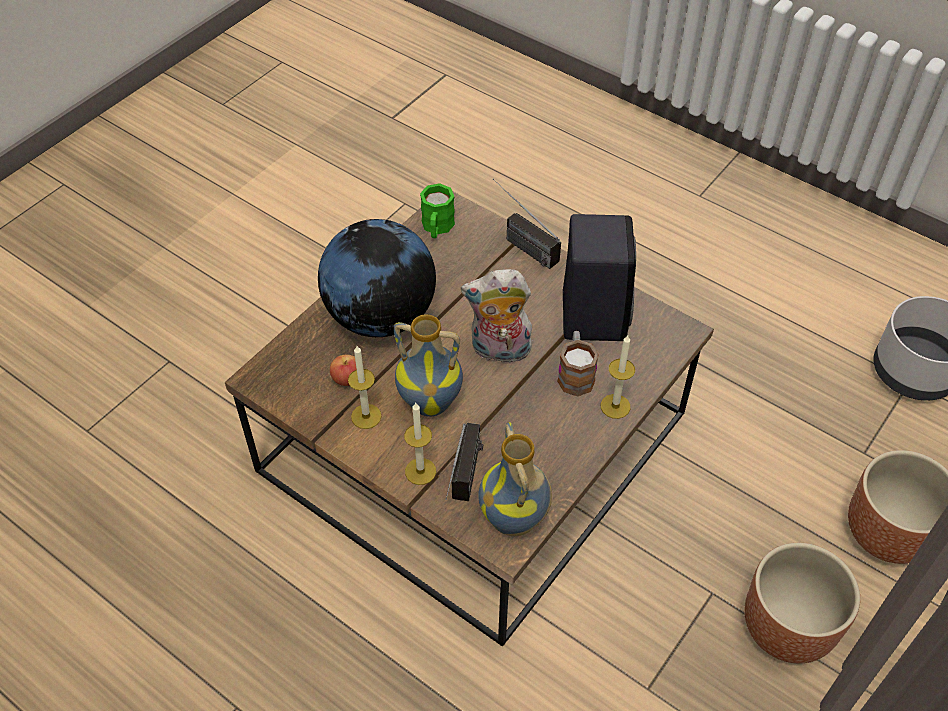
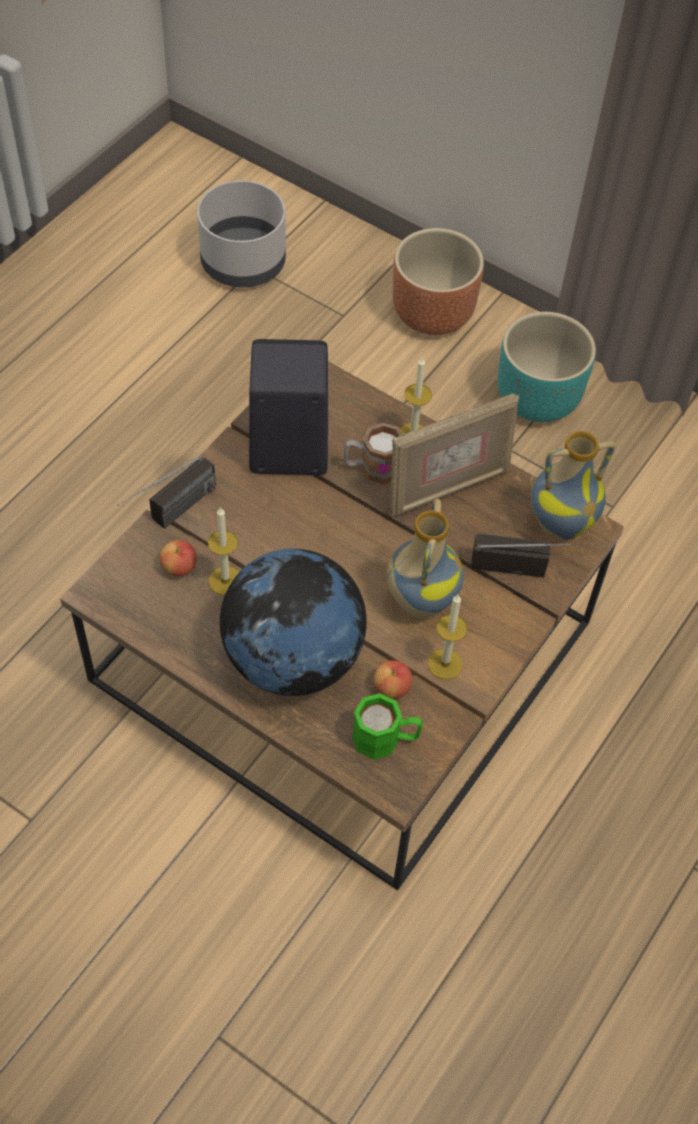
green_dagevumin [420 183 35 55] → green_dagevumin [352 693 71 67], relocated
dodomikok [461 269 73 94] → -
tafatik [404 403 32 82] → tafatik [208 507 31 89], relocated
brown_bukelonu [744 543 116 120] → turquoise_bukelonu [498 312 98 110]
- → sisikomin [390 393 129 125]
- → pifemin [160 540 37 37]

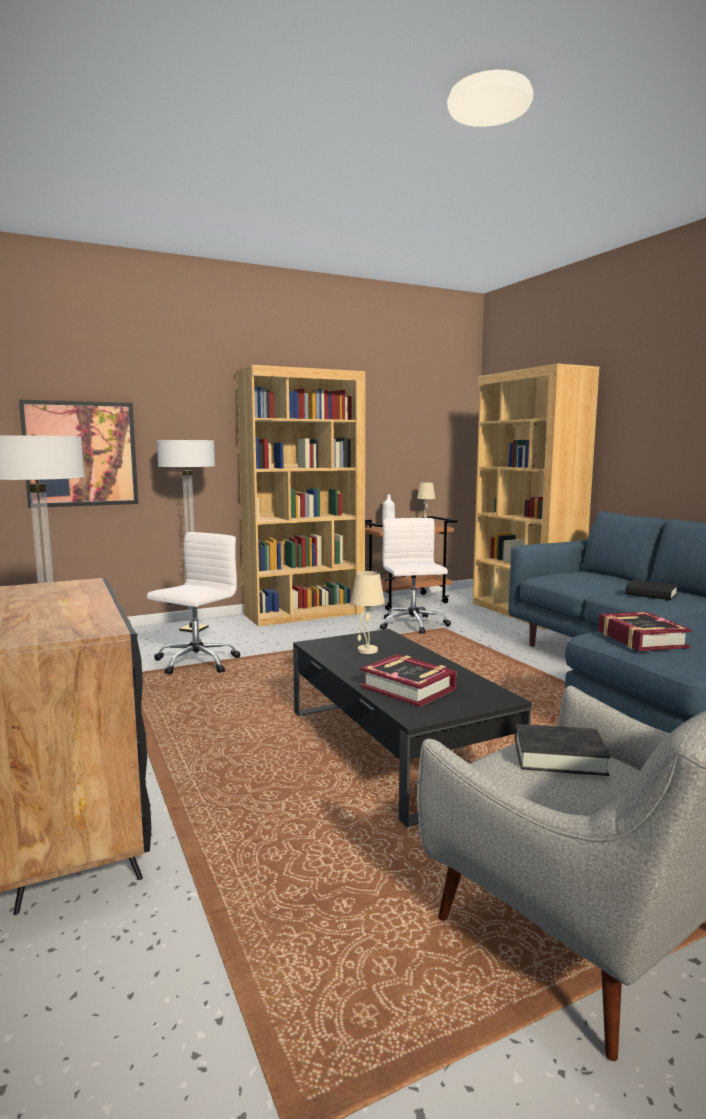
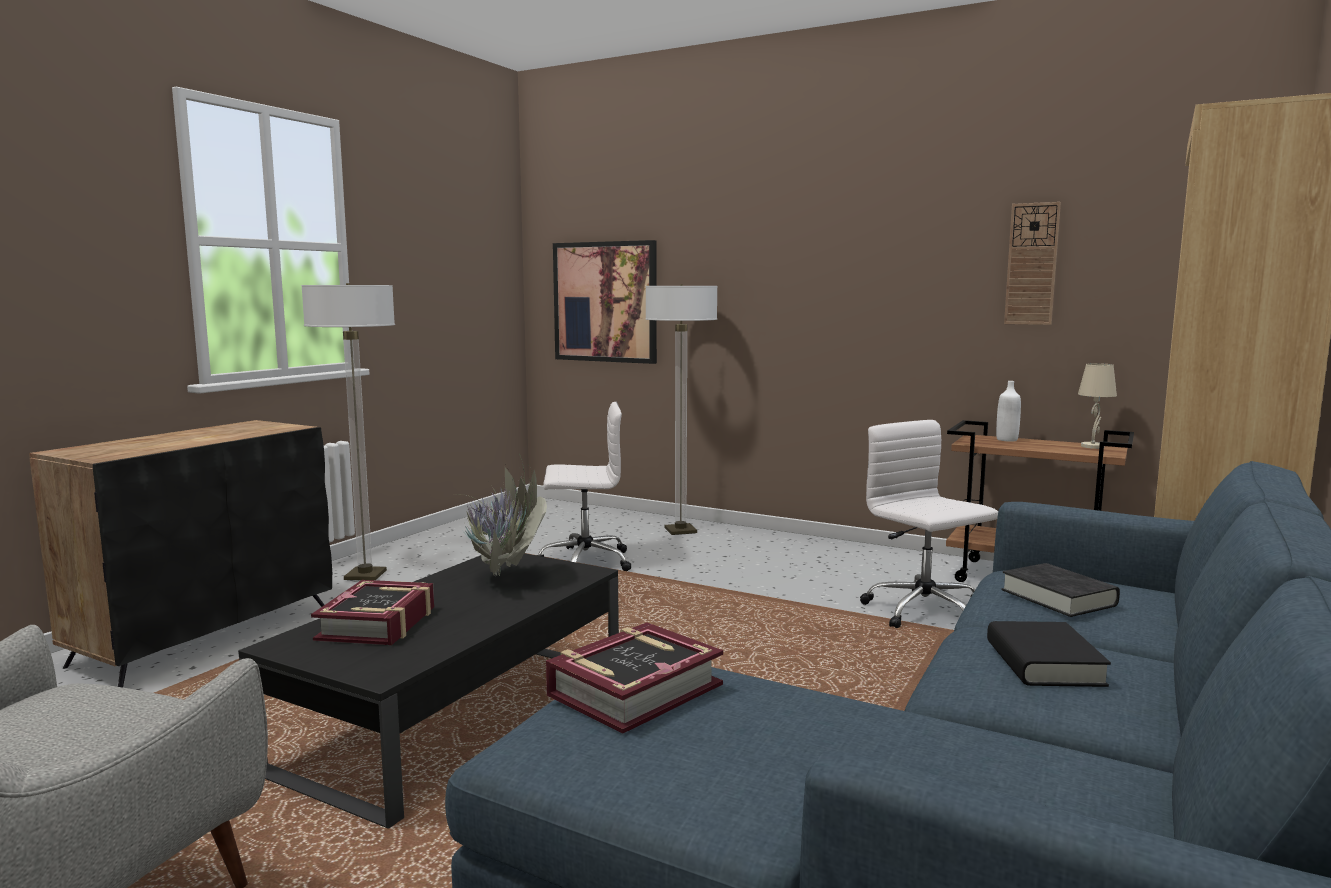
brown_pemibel [236 365 130 261] → -
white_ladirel [380 518 71 116] → white_ladirel [860 420 138 208], 75 degrees counterclockwise
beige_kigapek [351 571 34 83] → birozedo [422 454 125 129]
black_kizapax [515 724 96 52] → black_kizapax [1001 563 119 54], relocated
- → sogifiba [1004 202 57 123]

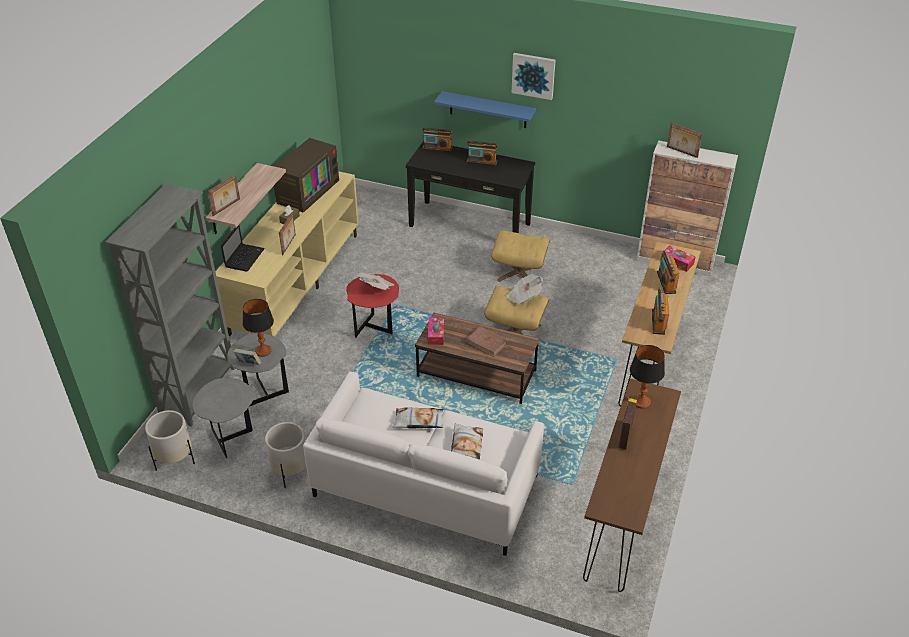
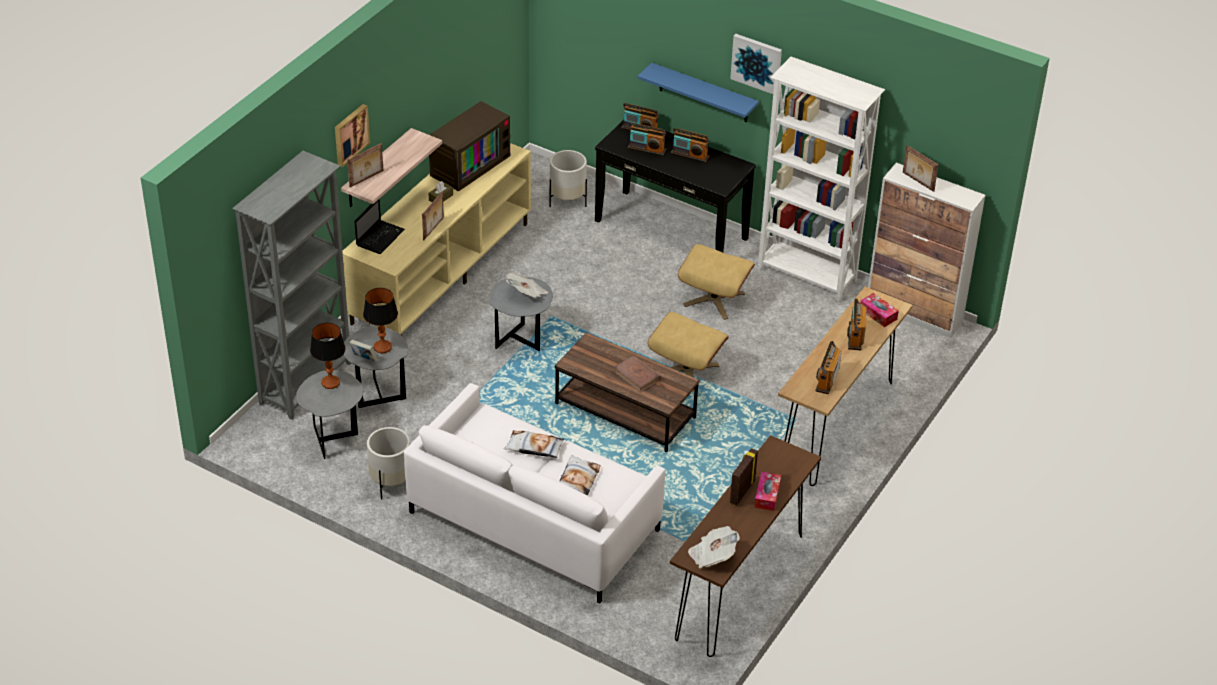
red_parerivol [346 274 53 64] → grey_parerivol [490 277 63 74]
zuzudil [506 274 37 31] → zuzudil [688 526 52 42], relocated
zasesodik [428 317 16 28] → zasesodik [754 472 27 39], relocated
kigapek [630 345 35 64] → kigapek [310 323 35 66], relocated
white_bukelonu [145 410 50 61] → white_bukelonu [549 150 38 57], relocated
- → white_pemibel [758 57 127 245]
- → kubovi [335 104 35 63]
- → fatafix [628 123 38 33]

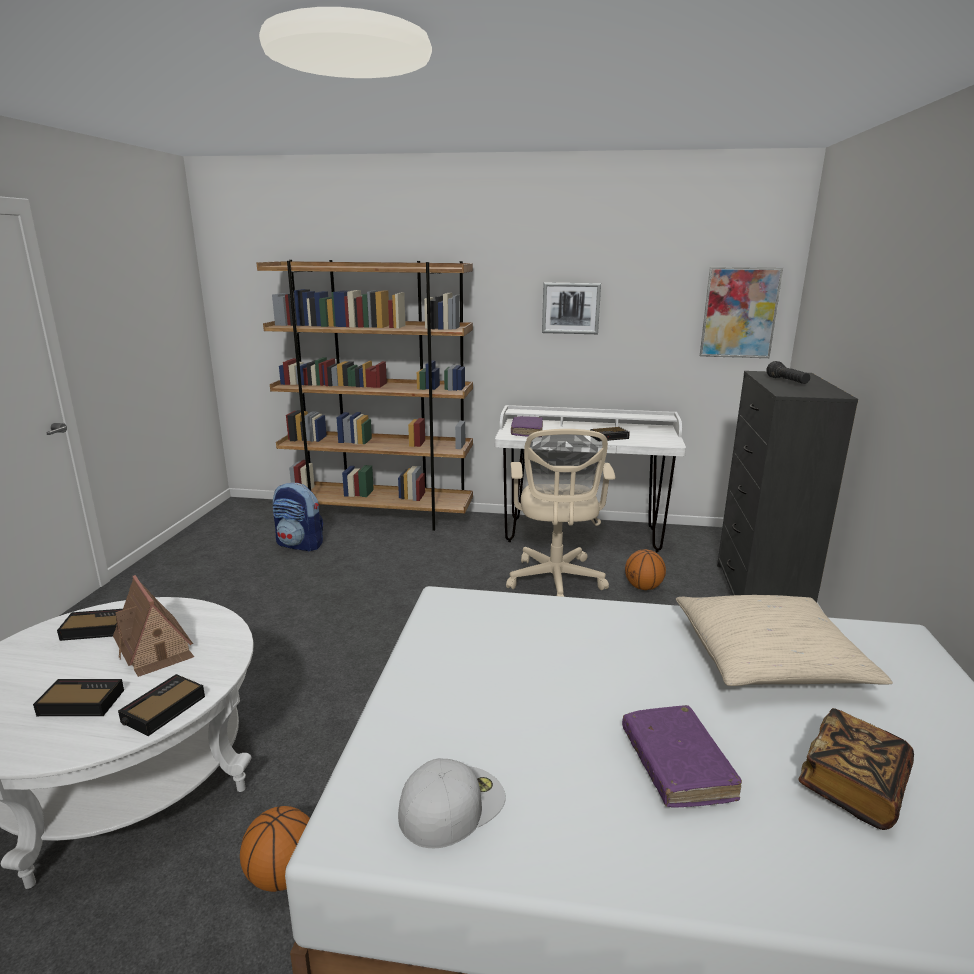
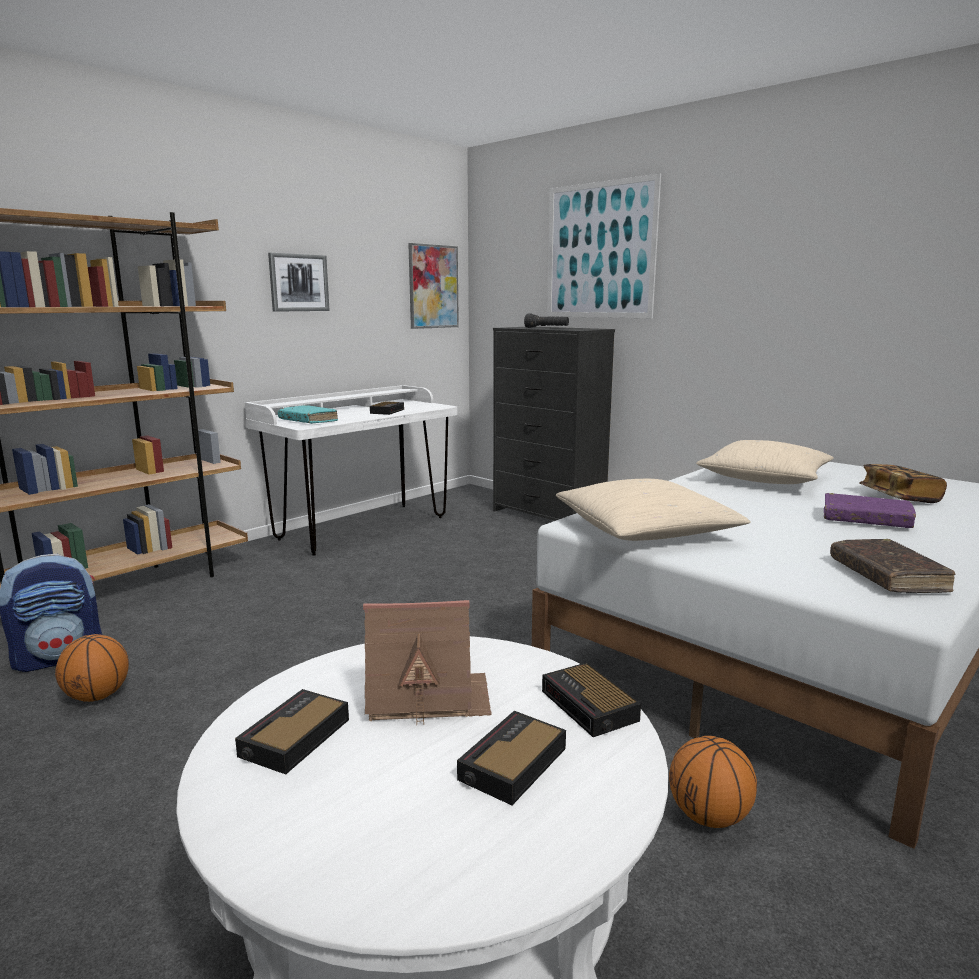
purple_kizapax [511 416 32 21] → turquoise_kizapax [278 405 60 19]
beige_ladirel [506 429 109 168] → -
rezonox [625 549 41 41] → rezonox [55 634 74 68], relocated
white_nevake [398 758 108 90] → brown_kizapax [830 539 126 54]
- → kubovi [547 174 114 144]
- → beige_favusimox [556 479 195 62]

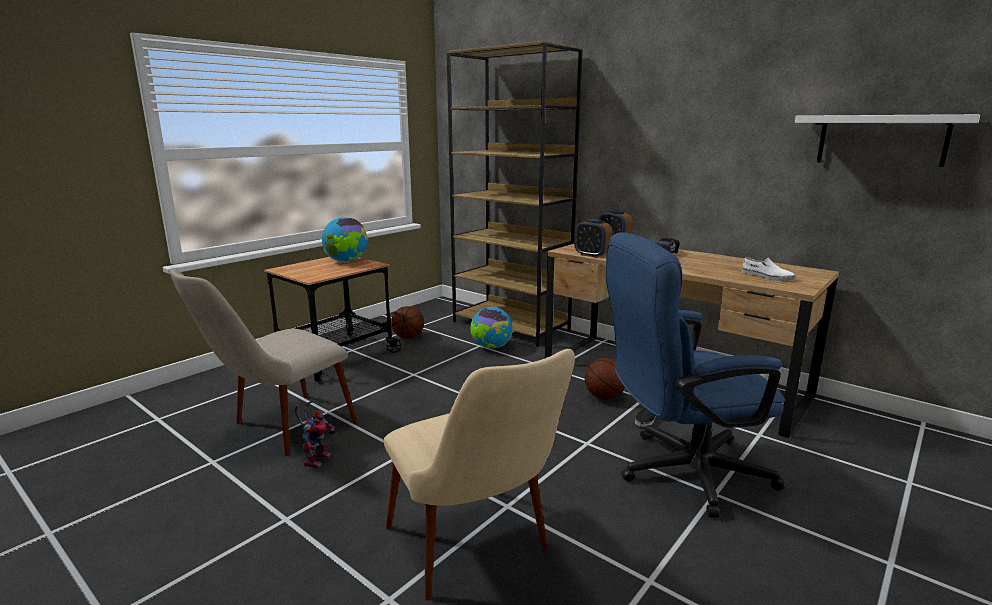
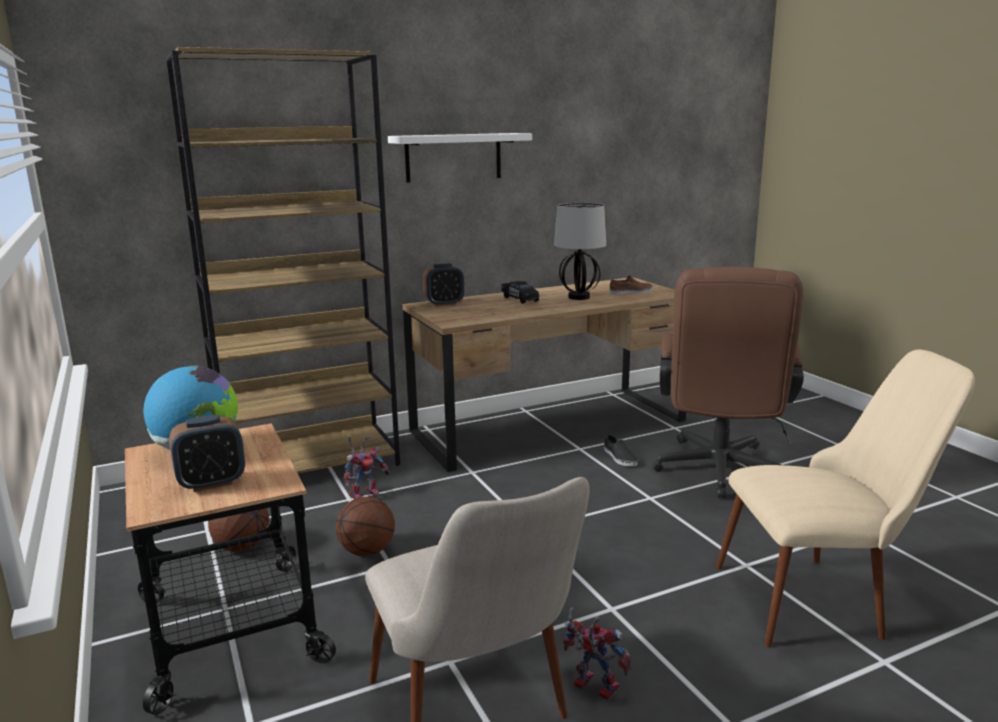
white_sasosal [795 114 185 53] → white_sasosal [388 133 144 50], relocated
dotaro [574 219 38 39] → dotaro [169 415 76 77], relocated
blue_ladirel [606 232 179 286] → brown_ladirel [652 267 152 231]
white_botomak [742 257 53 24] → brown_botomak [609 275 44 20]
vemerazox [470 307 43 42] → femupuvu [344 435 46 64]
rezonox [585 358 40 42] → rezonox [335 497 60 59], relocated
- → kigapek [554 203 52 97]

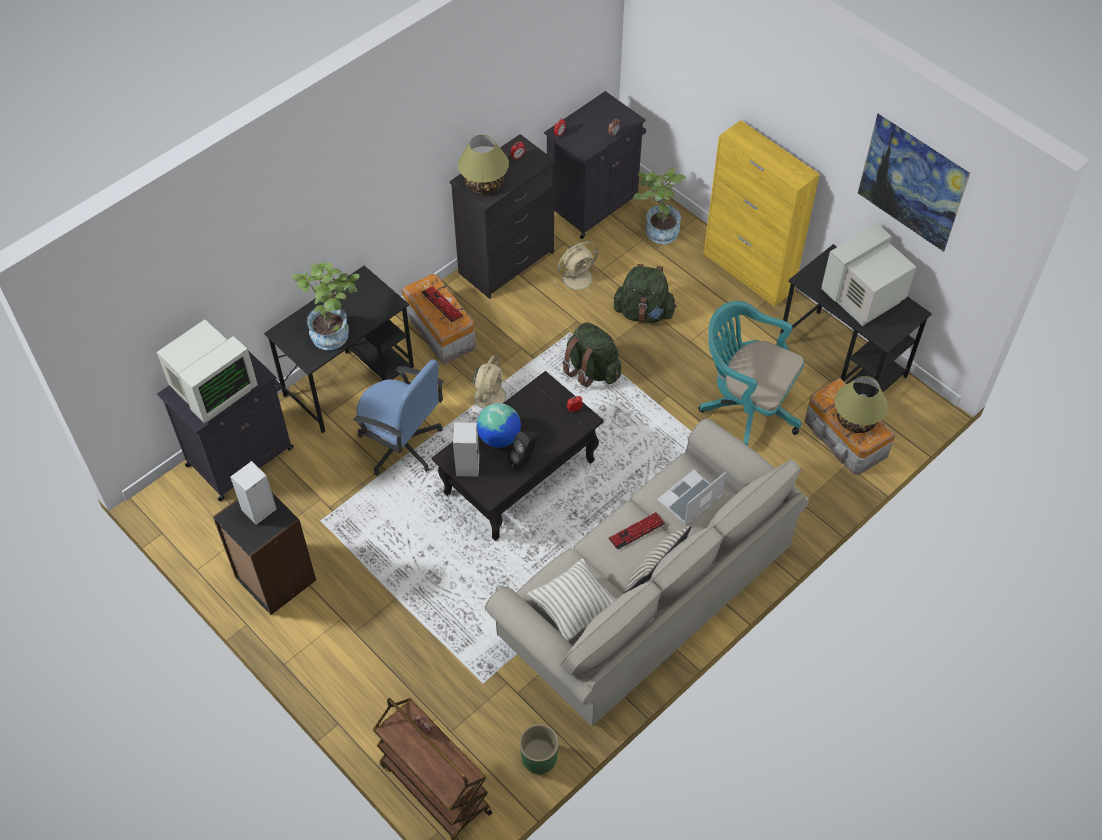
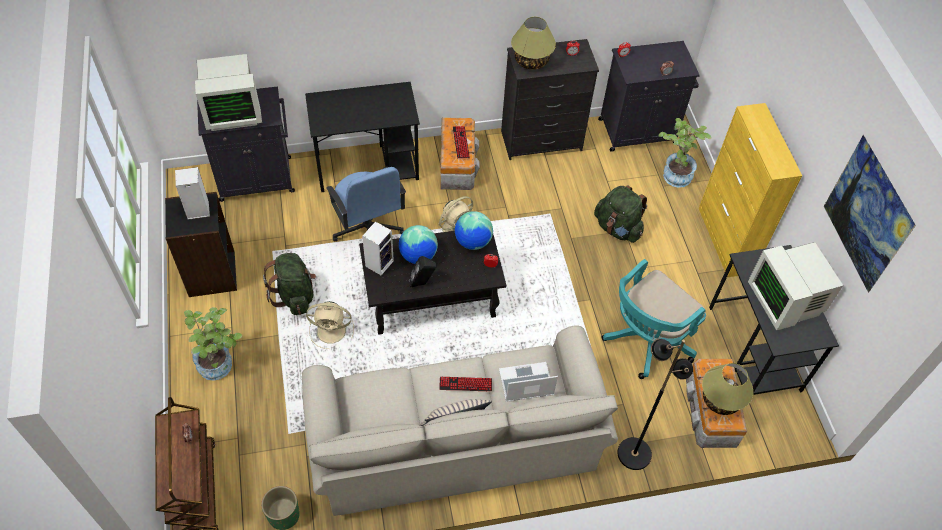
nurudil [821 224 96 102] → nurudil [748 242 95 89], 105 degrees counterclockwise
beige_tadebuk [553 241 48 54] → beige_tadebuk [306 301 48 48], relocated
birozedo [292 262 67 88] → birozedo [184 307 58 74], relocated
turquoise_ladirel [698 301 106 145] → turquoise_ladirel [601 259 105 120], 105 degrees counterclockwise
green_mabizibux [562 322 59 65] → green_mabizibux [263 253 53 62], relocated
favusimox [527 558 89 83] → -
- → vemerazox [455 211 38 39]
- → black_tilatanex [617 339 76 131]

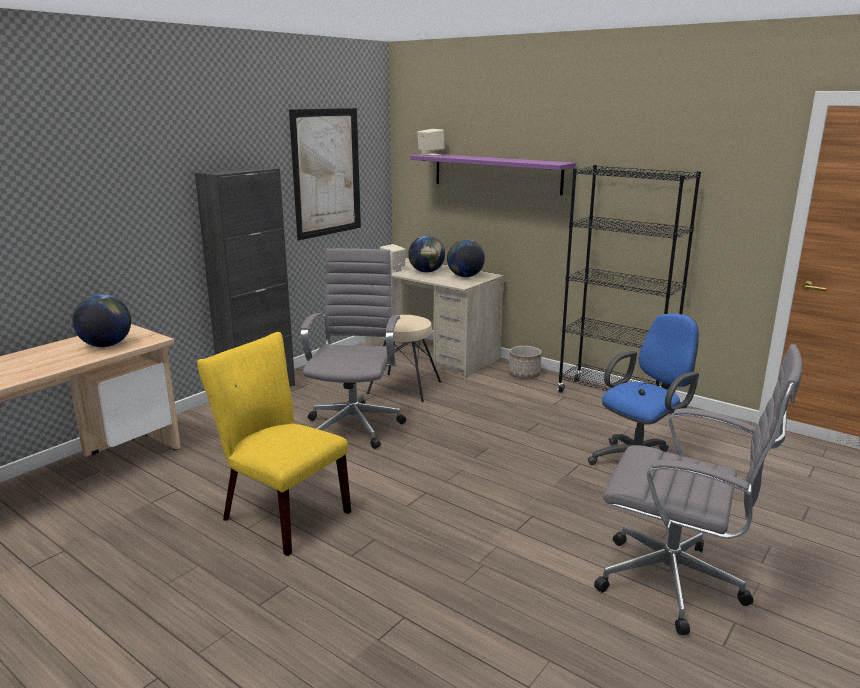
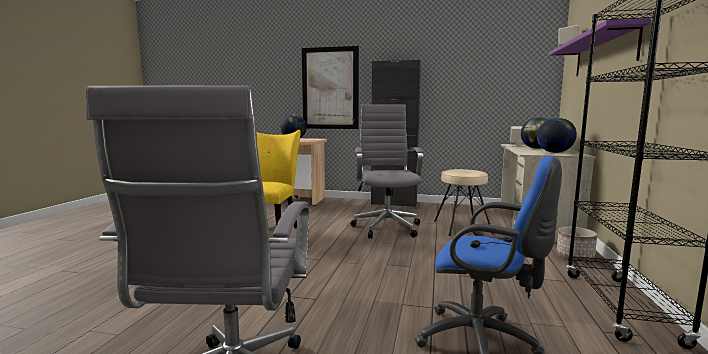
kubovi [289 108 72 132] → kubovi [301 46 58 83], relocated
grey_ladirel [301 248 105 201] → grey_ladirel [350 104 73 135], 75 degrees counterclockwise

